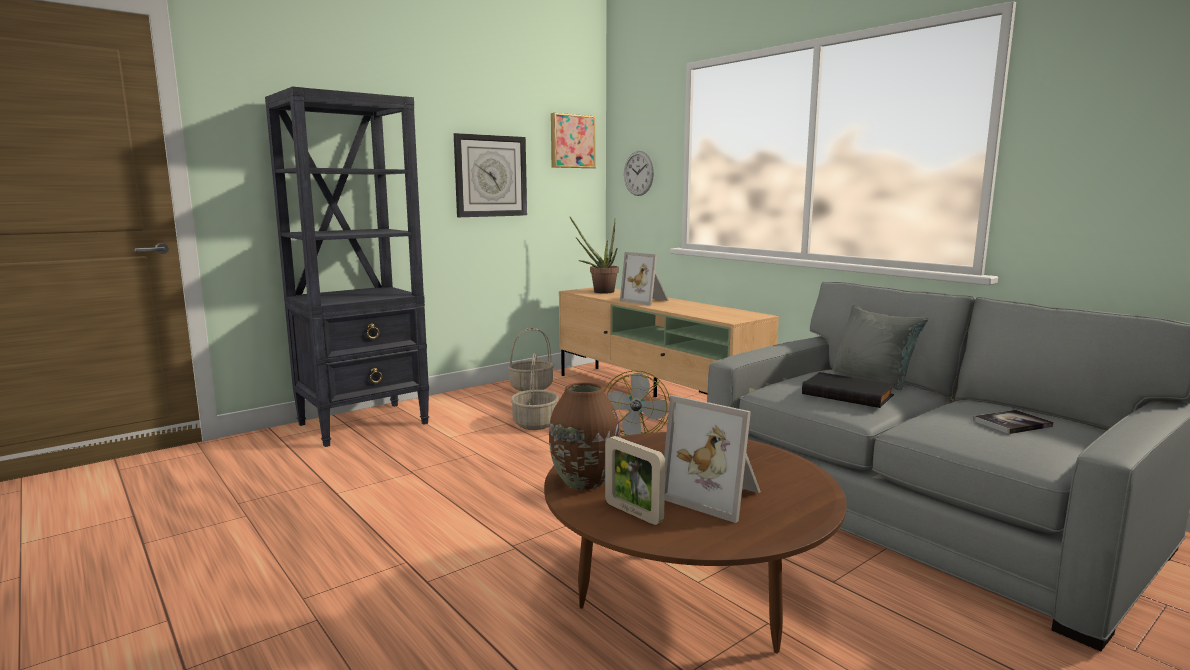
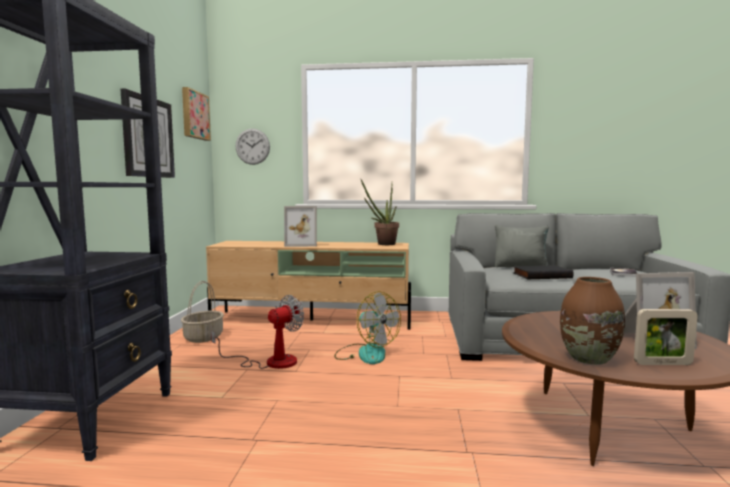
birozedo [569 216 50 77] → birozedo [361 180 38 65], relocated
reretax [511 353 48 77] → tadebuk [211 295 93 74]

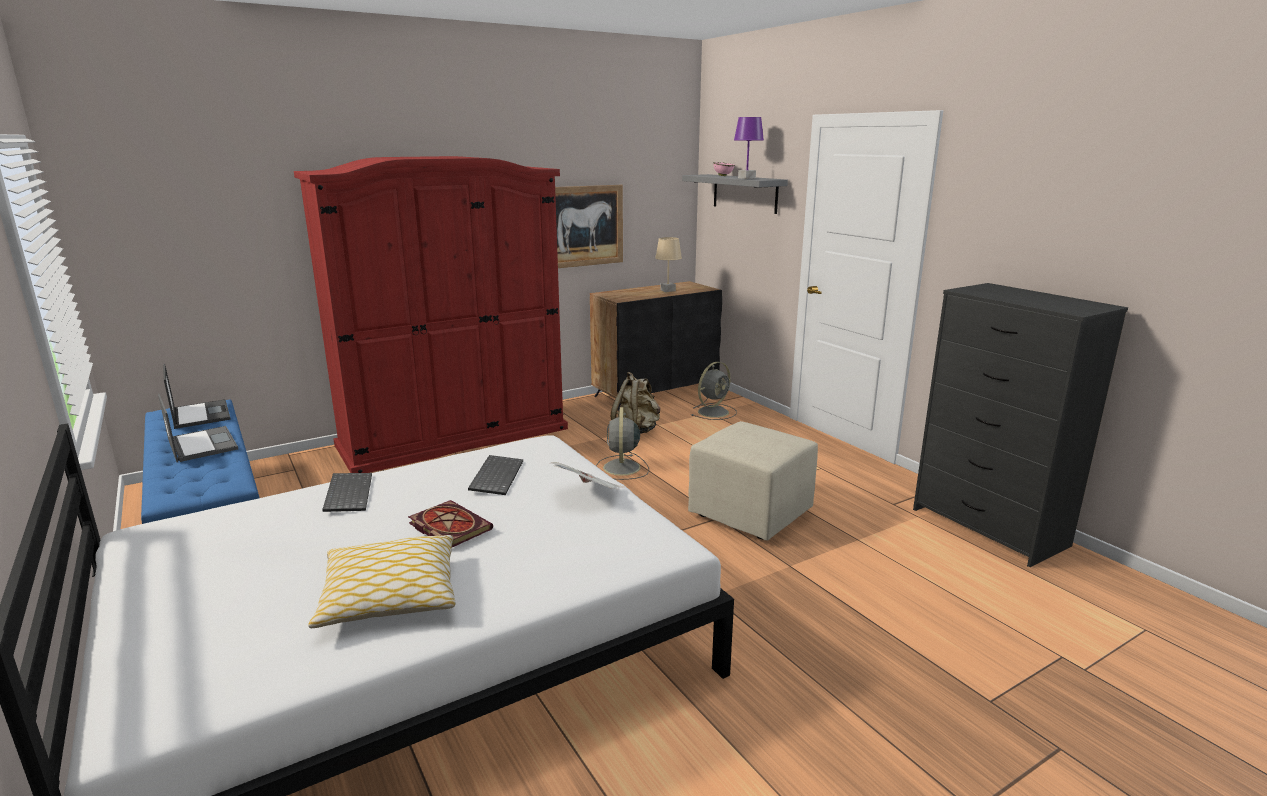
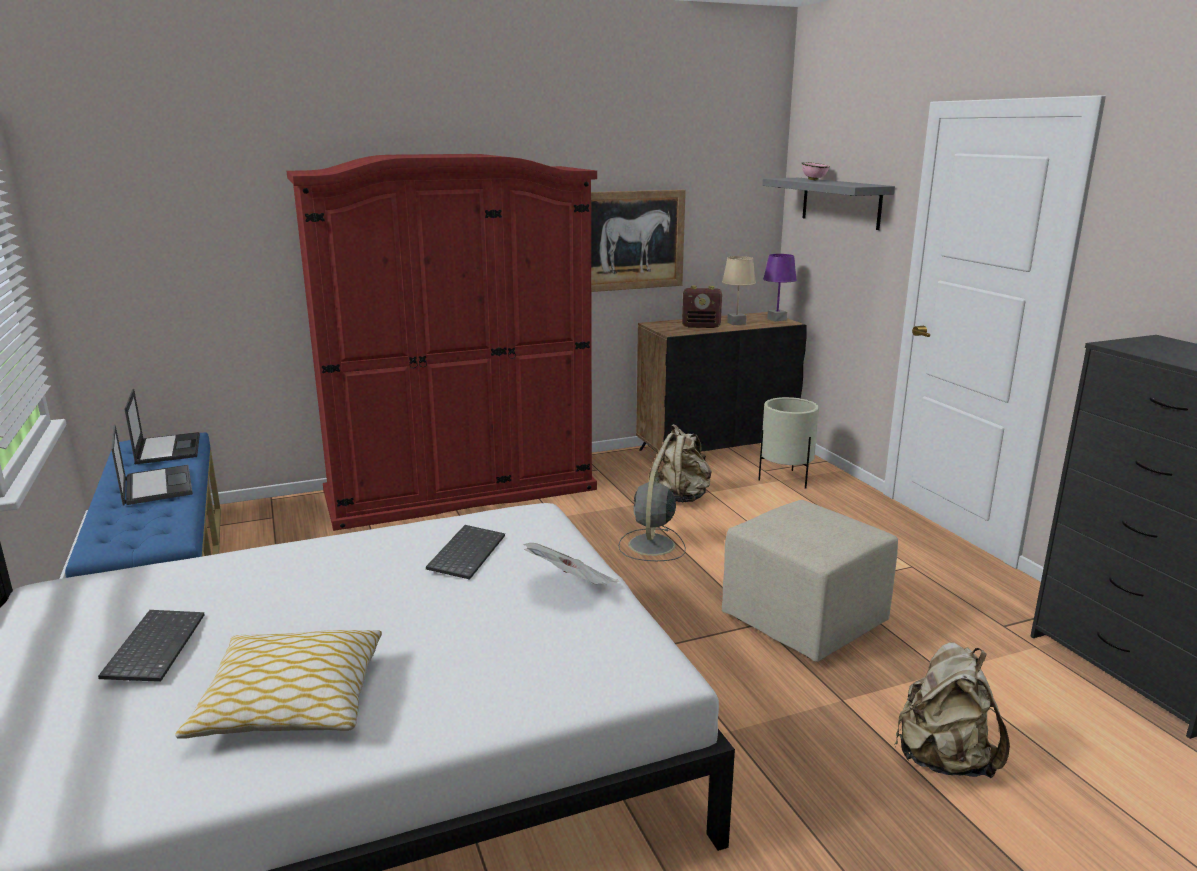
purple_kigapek [734 117 30 62] → purple_kigapek [763 254 34 67], relocated
grey_tadebuk [691 362 46 58] → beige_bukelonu [758 397 61 92]
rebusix [322 473 50 39] → rebusix [98 610 106 72], relocated
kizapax [408 500 85 47] → -
- → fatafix [682 285 40 43]
- → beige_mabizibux [894 642 116 136]

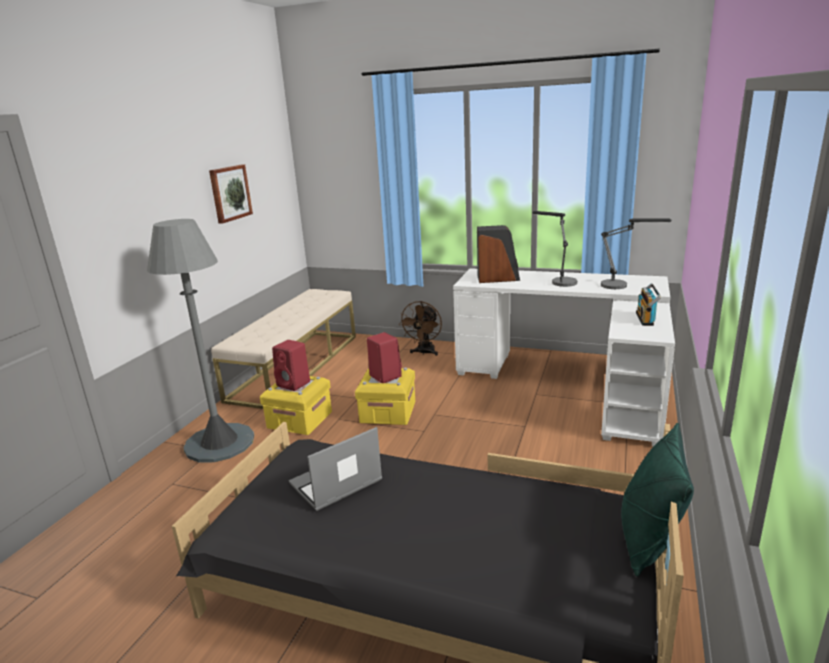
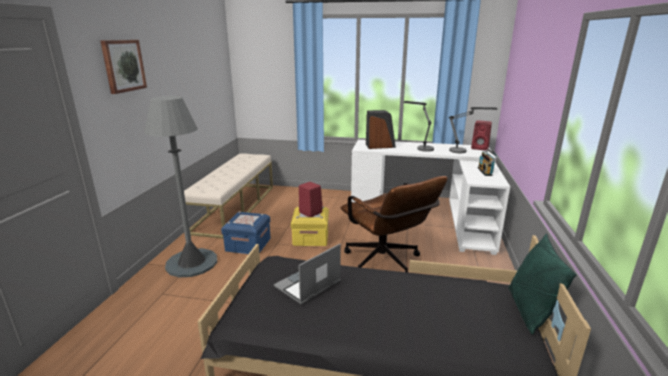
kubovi [209 164 44 60] → kubovi [100 40 47 54], relocated
brown_tadebuk [399 301 43 55] → -
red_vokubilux [272 340 38 51] → red_vokubilux [471 120 21 31], relocated
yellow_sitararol [260 376 72 59] → blue_sitararol [221 211 50 43]
- → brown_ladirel [341 176 107 97]

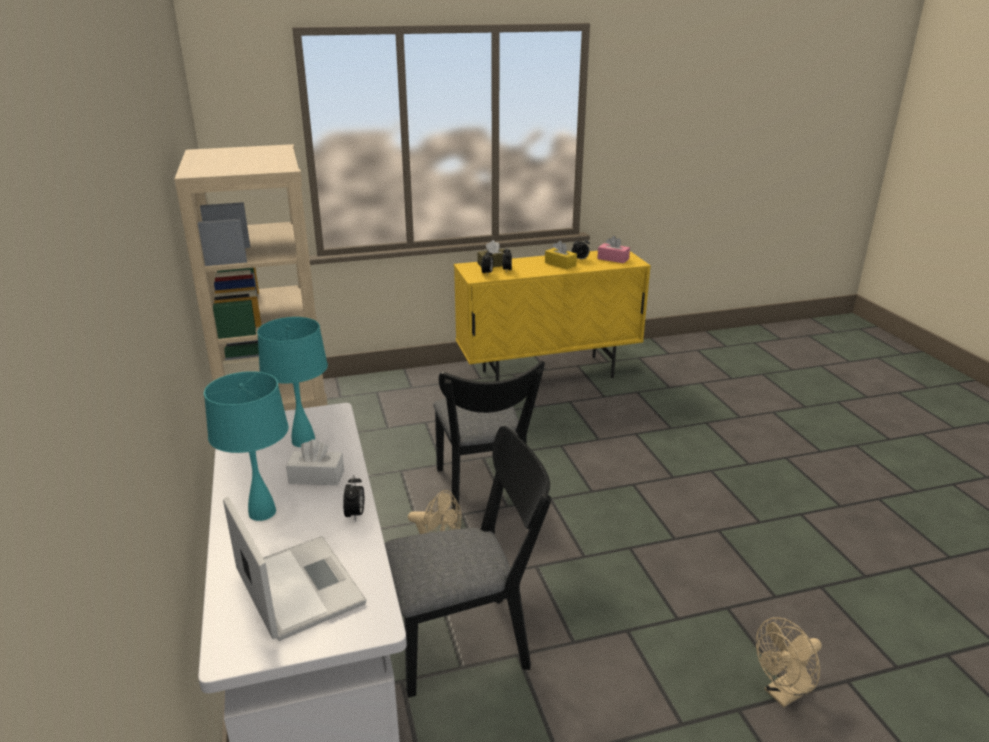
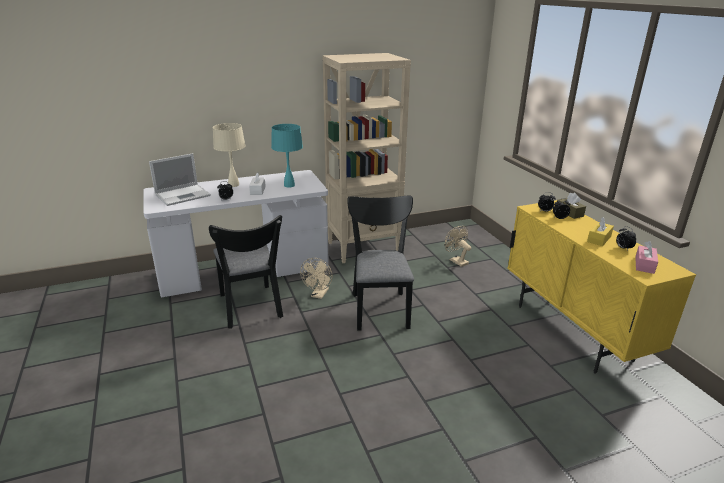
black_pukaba [433 361 112 158] → black_pukaba [347 195 67 136], 105 degrees clockwise
turquoise_kigapek [204 371 85 150] → beige_kigapek [213 123 32 64]
beige_tadebuk [756 617 66 90] → beige_tadebuk [445 226 26 41], relocated

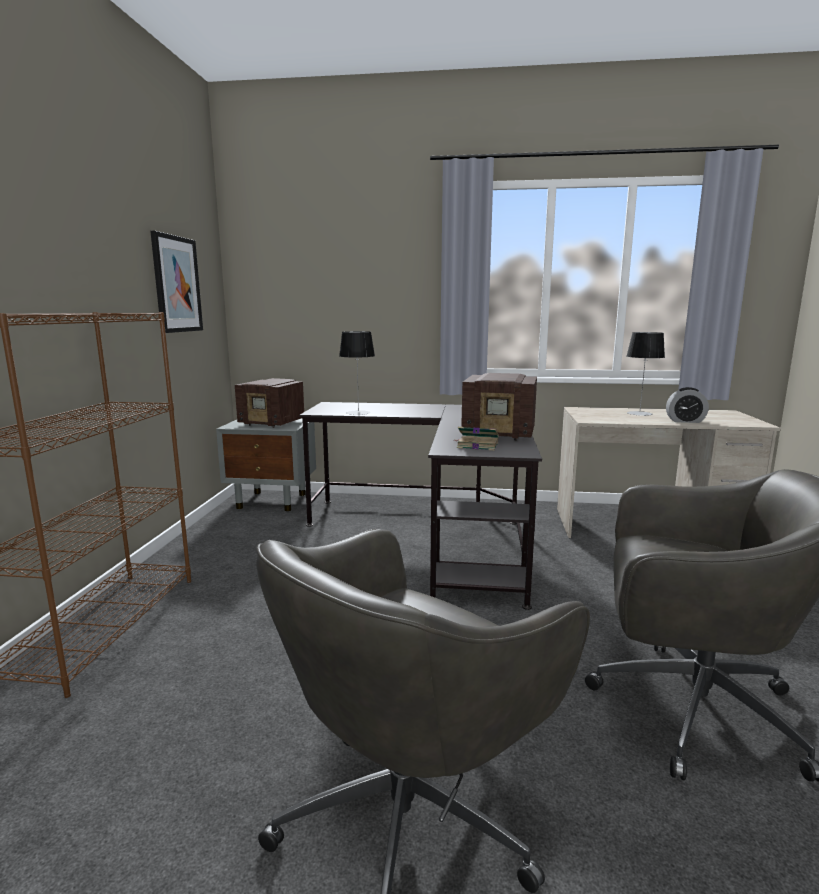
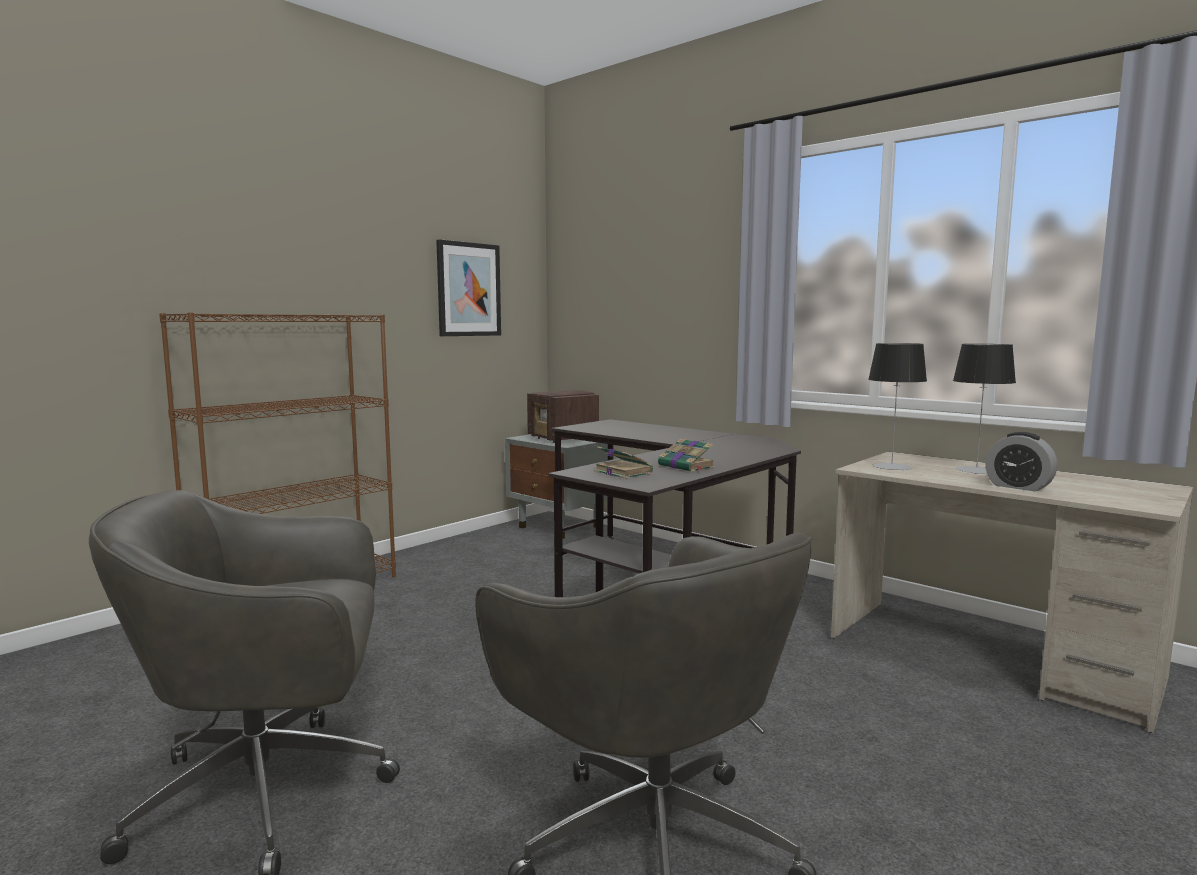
kigapek [339 331 36 84] → kigapek [868 343 59 127], relocated
fatafix [461 373 76 68] → kizapax [658 438 57 34]

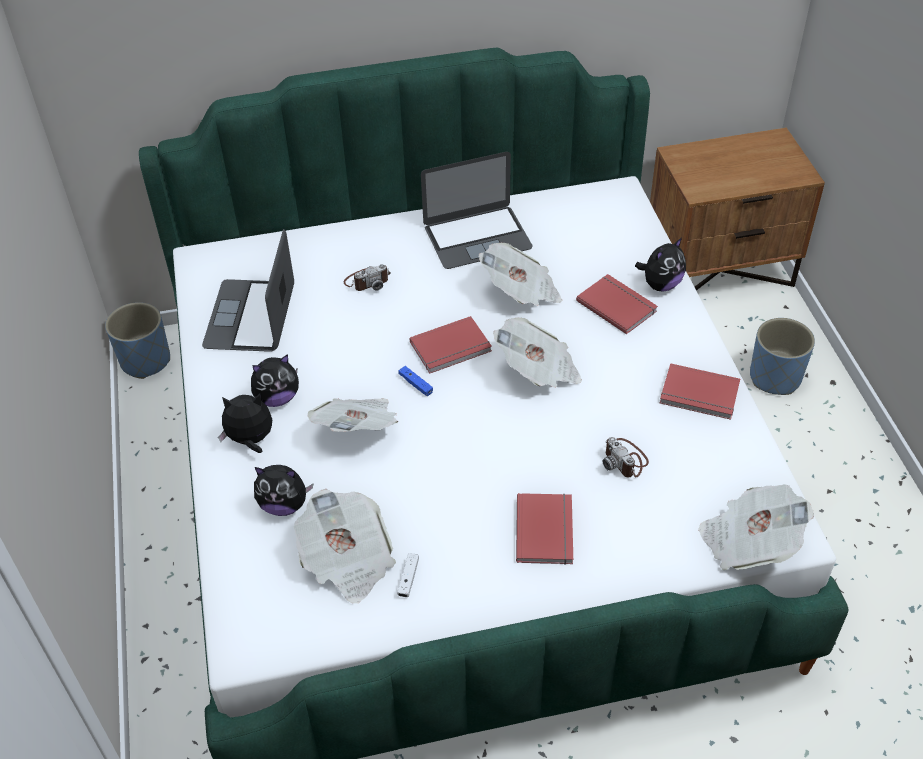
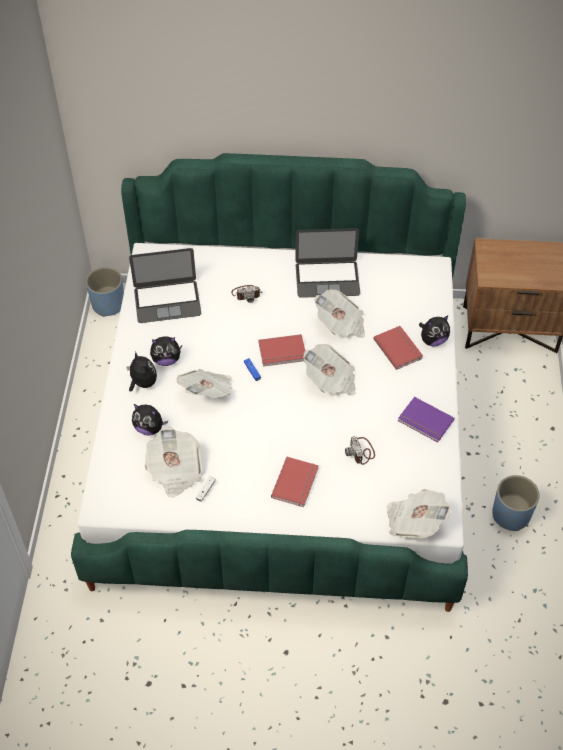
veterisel [202 229 92 123] → veterisel [129 248 72 75], 120 degrees counterclockwise
blue_bukelonu [750 318 65 77] → blue_bukelonu [492 475 48 56], relocated
red_kizapax [660 363 80 57] → purple_kizapax [398 397 57 45]
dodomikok [218 394 54 59] → dodomikok [127 352 30 40], 45 degrees clockwise

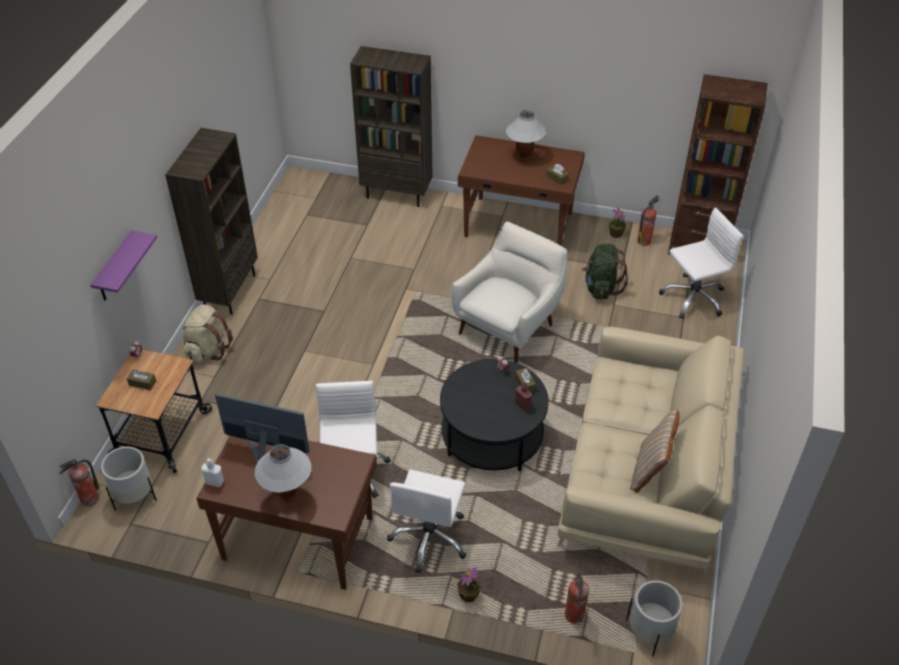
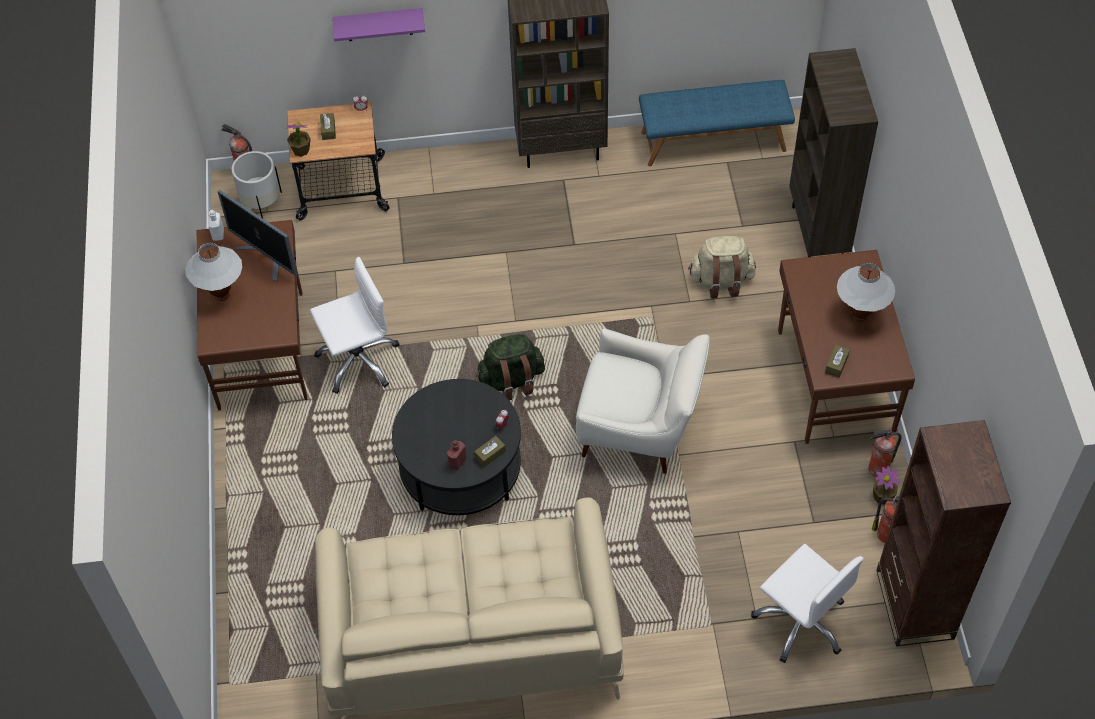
green_mabizibux [582 244 46 55] → green_mabizibux [476 334 69 67], relocated
beige_mabizibux [183 305 50 58] → beige_mabizibux [688 236 68 63], relocated
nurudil [215 393 95 69] → nurudil [217 190 80 92], 135 degrees clockwise
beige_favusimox [630 410 50 83] → -
white_ladirel [387 469 79 104] → -
birozedo [457 567 23 35] → birozedo [285 122 26 35], relocated
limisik [565 573 24 51] → limisik [868 429 33 48], relocated
white_bukelonu [626 580 56 77] → -
- → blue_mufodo [639 80 156 86]

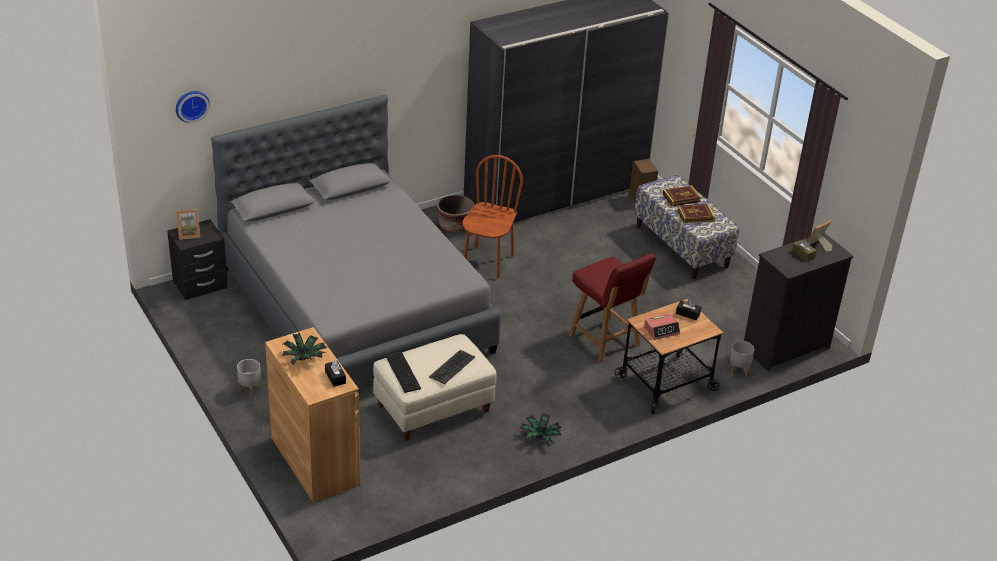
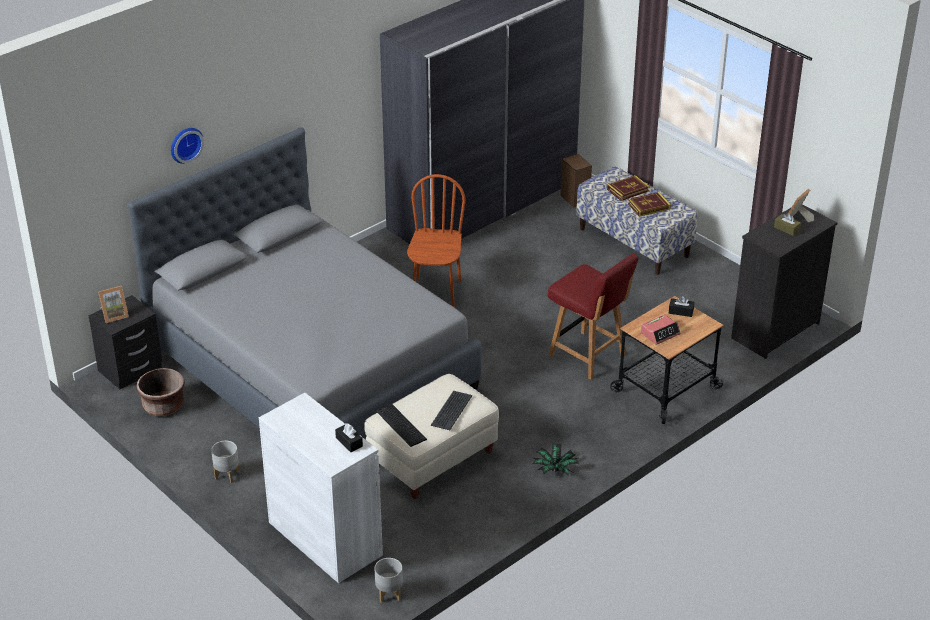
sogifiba [176 91 34 32] → sogifiba [171 128 33 36], relocated
brown_bukelonu [436 195 39 38] → brown_bukelonu [136 368 49 48], relocated
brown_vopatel [265 327 95 176] → white_vopatel [259 393 124 190]
birozedo [282 332 45 33] → -
grey_bukelonu [730 341 24 36] → grey_bukelonu [374 558 29 45], relocated

